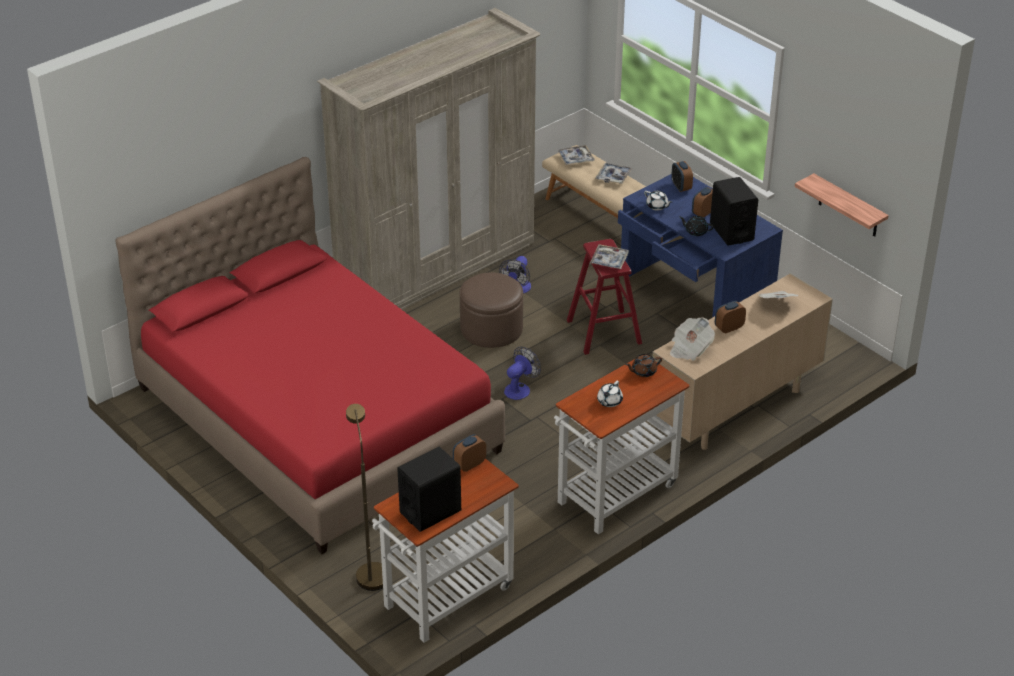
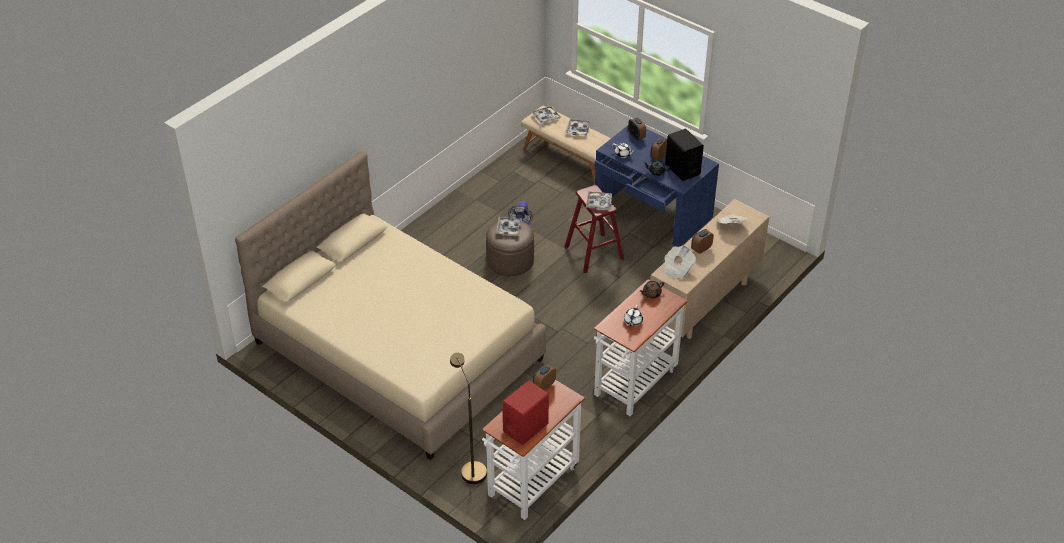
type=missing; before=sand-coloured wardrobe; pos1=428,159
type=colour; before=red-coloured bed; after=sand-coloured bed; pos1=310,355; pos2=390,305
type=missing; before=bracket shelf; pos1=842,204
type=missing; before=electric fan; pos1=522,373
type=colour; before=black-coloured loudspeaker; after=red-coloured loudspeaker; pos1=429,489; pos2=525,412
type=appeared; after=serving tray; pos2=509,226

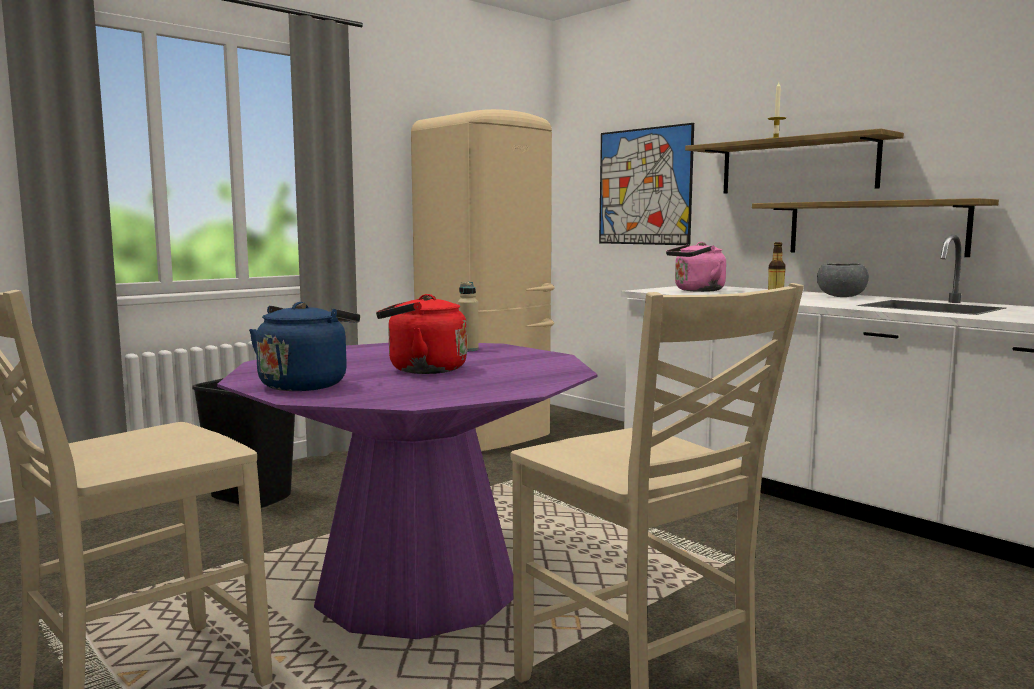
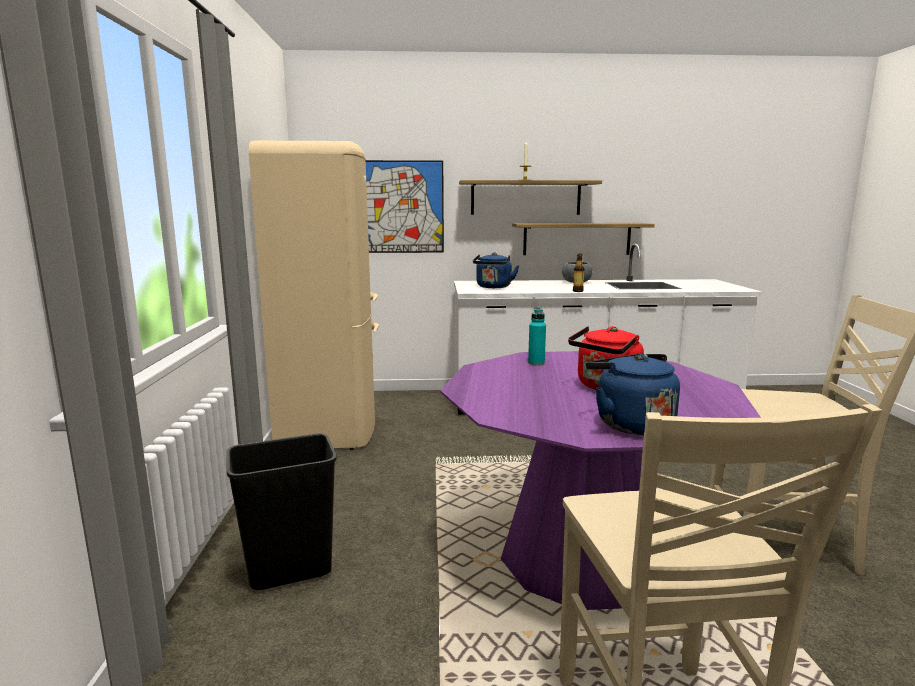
type=colour; before=pinkish water kettle; after=blue water kettle; pos1=696,267; pos2=496,270
type=colour; before=sand-coloured bottle; after=turquoise bottle; pos1=468,316; pos2=537,336

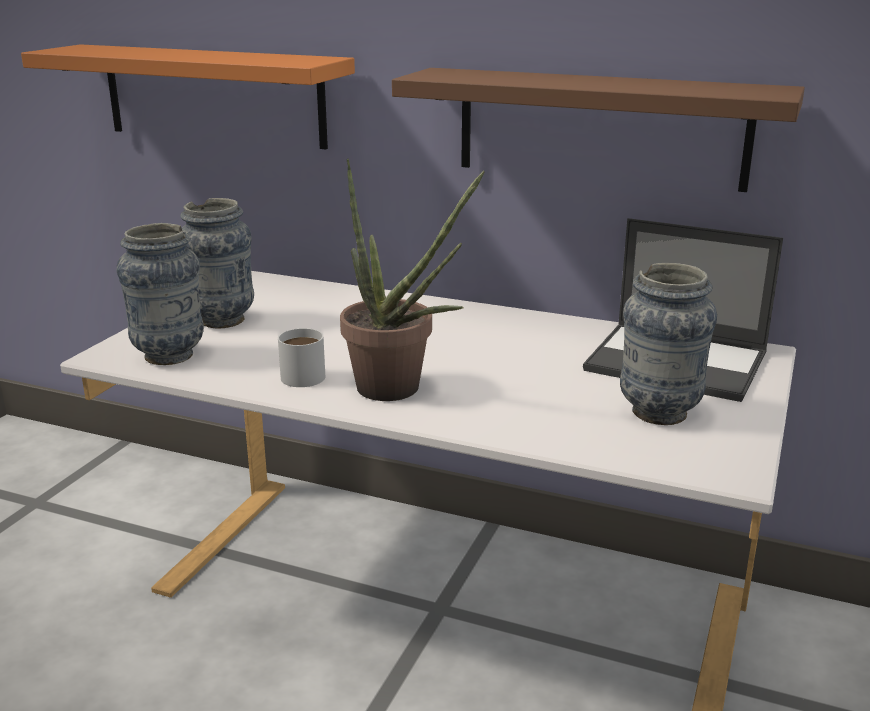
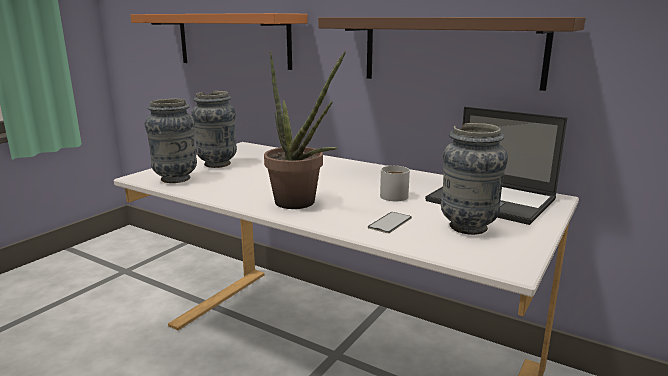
type=relocated; before=whitish mug; pos1=301,357; pos2=395,183
type=appeared; after=telephone; pos2=390,222

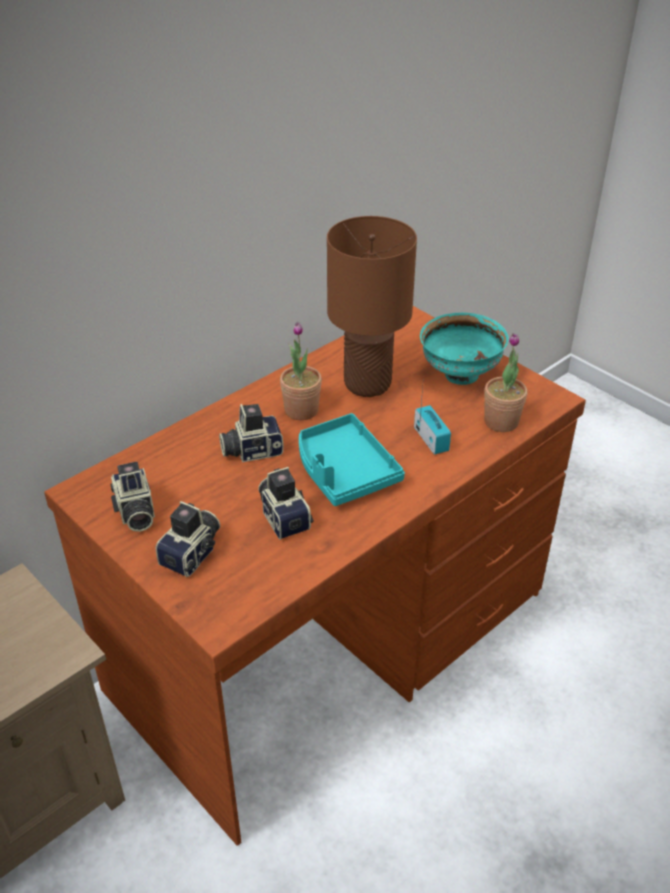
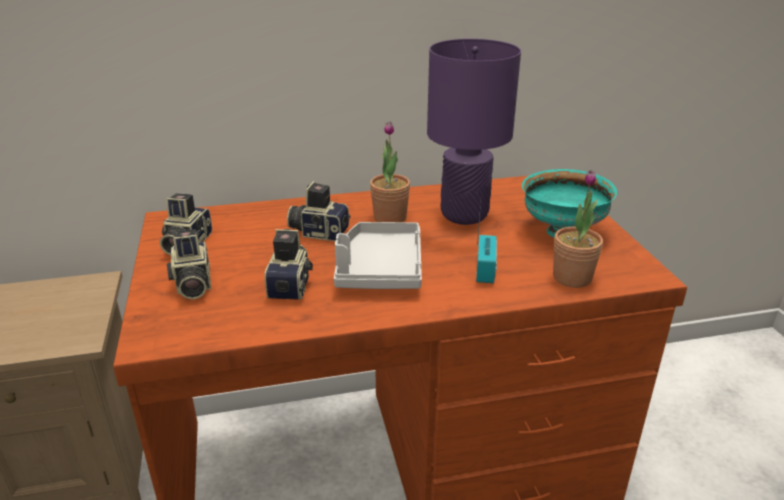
type=colour; before=brown table lamp; after=purple table lamp; pos1=372,306; pos2=474,132
type=colour; before=turquoise serving tray; after=greyish serving tray; pos1=352,459; pos2=378,255
type=spun; before=still camera; pos1=188,539; pos2=189,264; turn=105

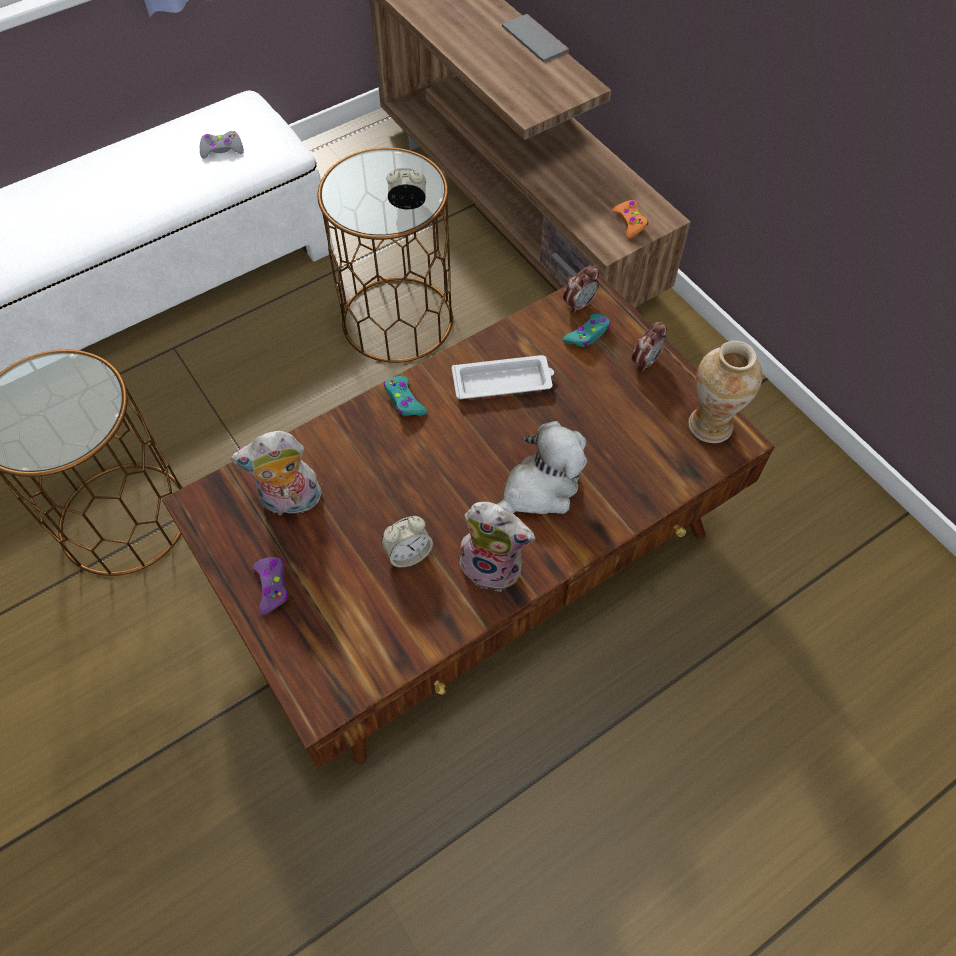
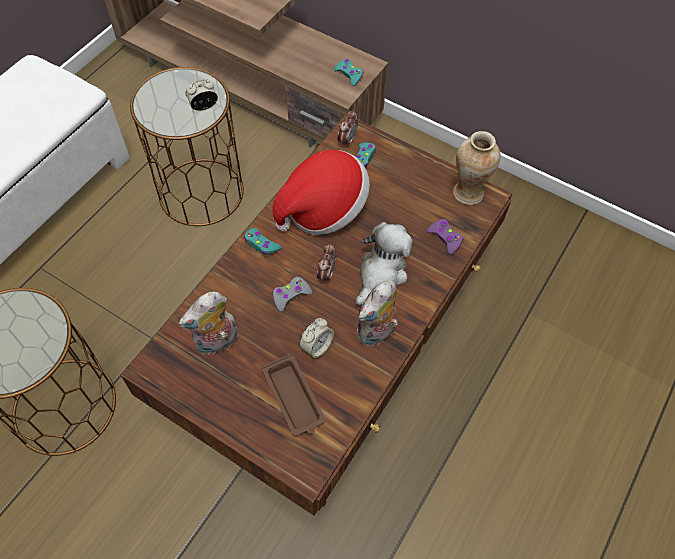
type=relocated; before=greyish game controller; pos1=222,145; pos2=292,293
type=colour; before=orange game controller; after=turquoise game controller; pos1=630,219; pos2=349,72
type=relocated; before=table clock; pos1=649,346; pos2=327,263
type=exchanged; before=whitish serving tray; after=hat; pos1=503,377; pos2=321,192
type=spun; before=plush toy; pos1=495,547; pos2=377,314; turn=135
type=relocated; before=purple game controller; pos1=270,586; pos2=445,237
type=appeared; after=brown serving tray; pos2=293,394

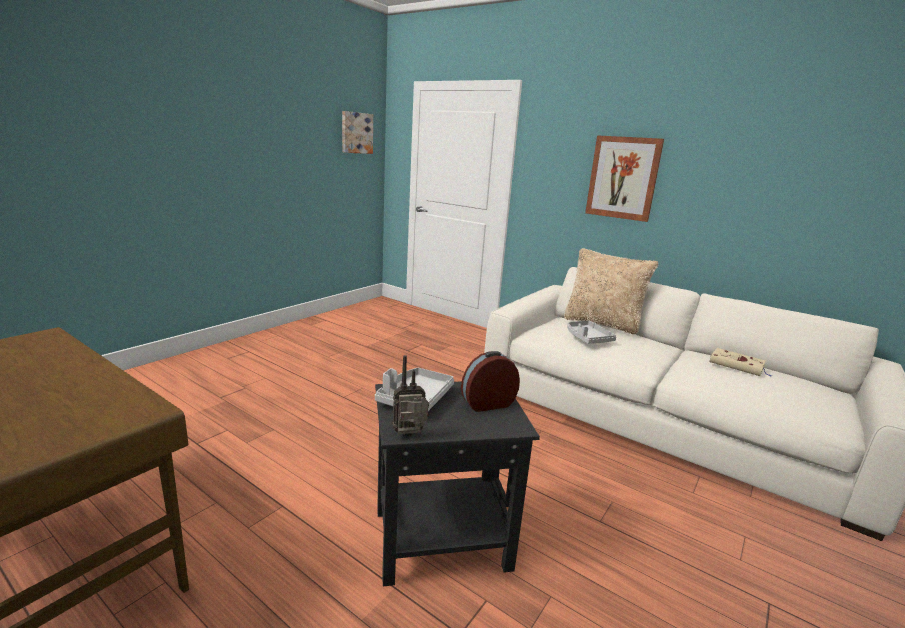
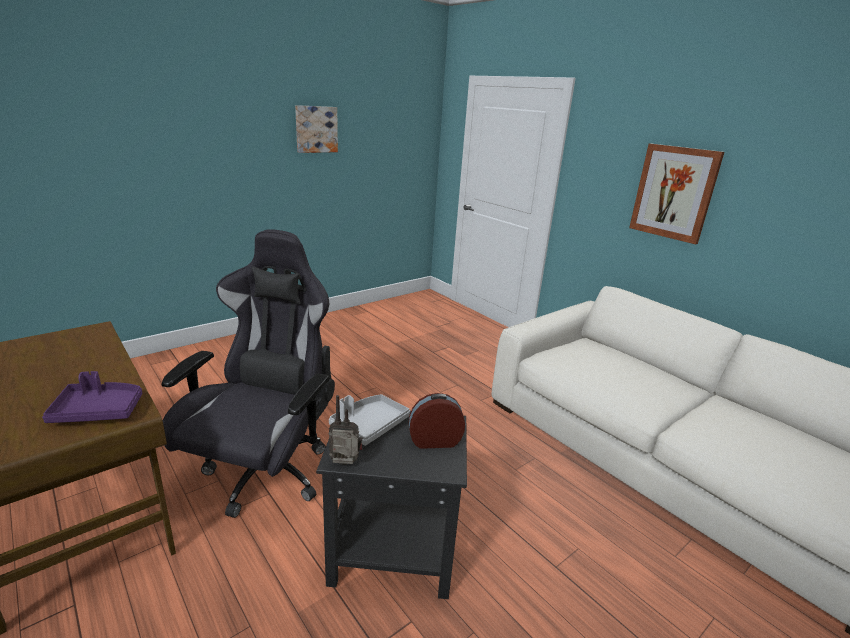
type=relocated; before=wall picture; pos1=357,132; pos2=316,129
type=missing; before=sand-coloured pillow; pos1=611,291
type=missing; before=greyish serving tray; pos1=591,332
type=missing; before=sand-coloured book; pos1=741,362
type=appeared; after=black-coloured desk chair; pos2=248,373
type=appeared; after=purple serving tray; pos2=92,397

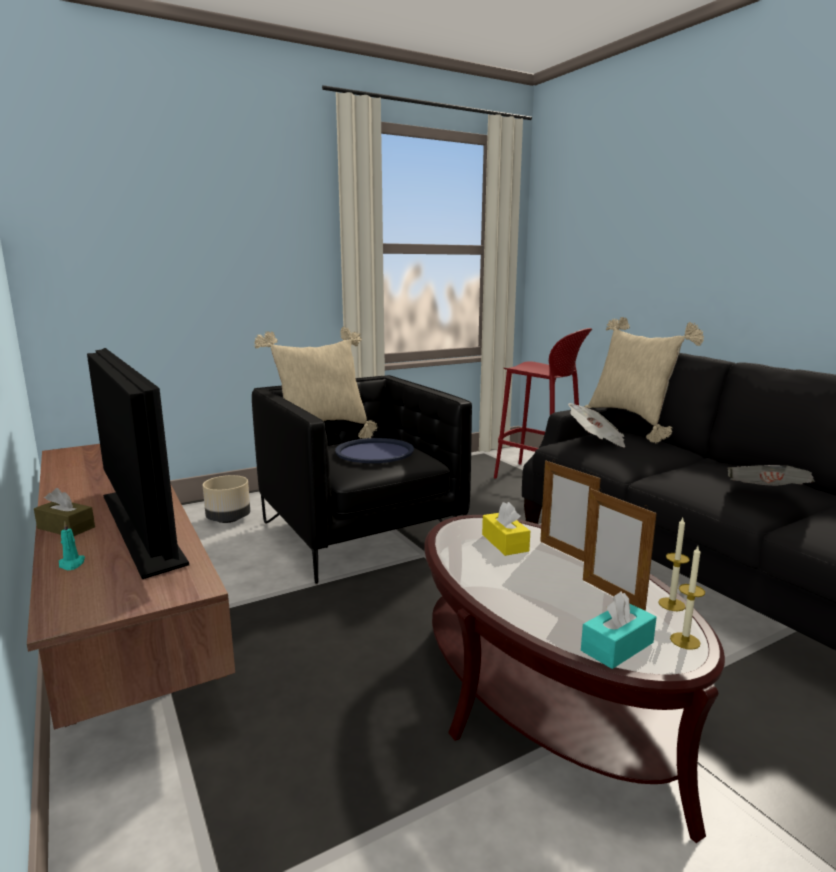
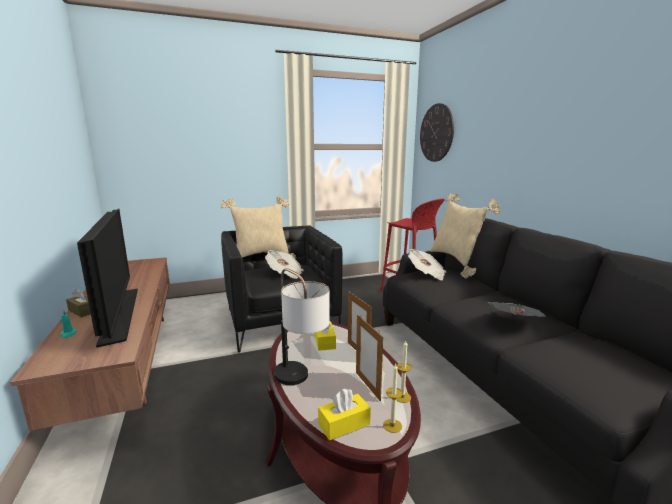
type=exchanged; before=blue serving tray; after=printed paper; pos1=374,450; pos2=284,264
type=missing; before=sand-coloured plant pot; pos1=226,499
type=colour; before=turquoise tissue holder; after=yellow-coloured tissue holder; pos1=618,630; pos2=344,414
type=appeared; after=wall clock; pos2=437,132
type=appeared; after=table lamp; pos2=302,326

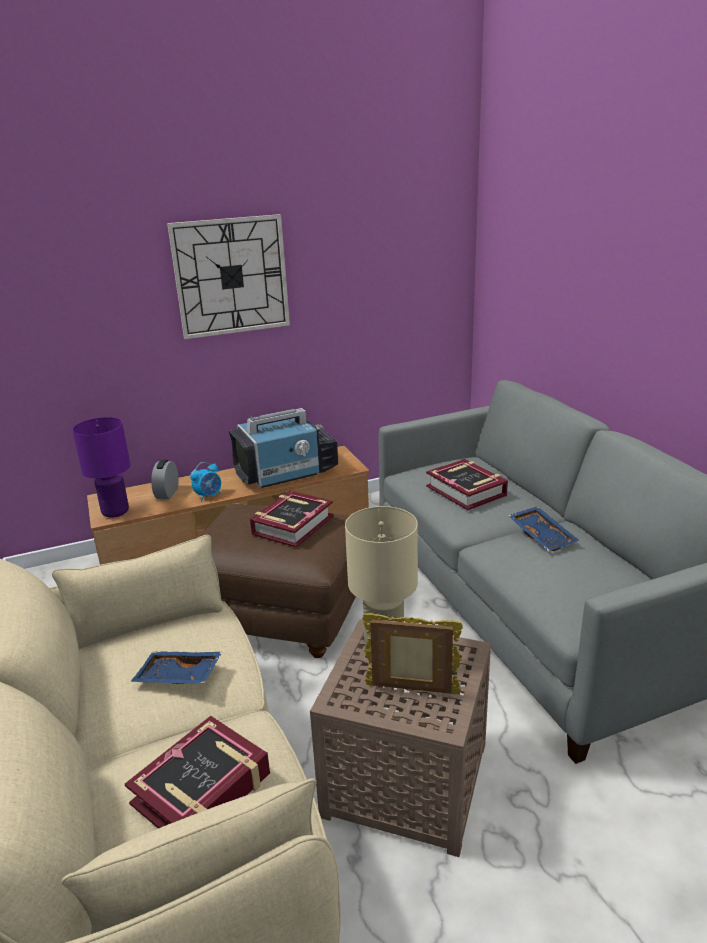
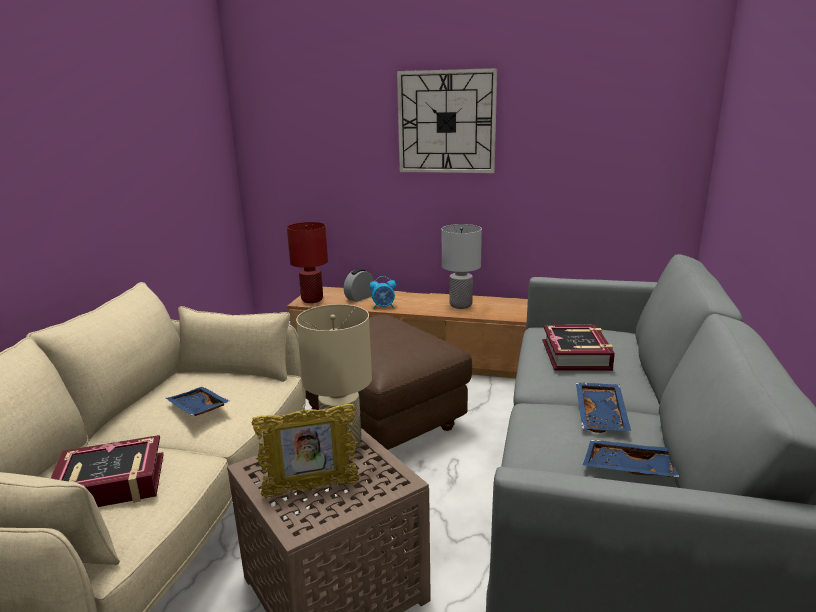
type=exchanged; before=TV; after=greyish table lamp; pos1=283,448; pos2=462,266
type=colour; before=purple table lamp; after=red-coloured table lamp; pos1=101,467; pos2=307,262
type=missing; before=book; pos1=292,519
type=spun; before=standing frame; pos1=412,653; pos2=306,450; turn=120
type=appeared; after=blue serving tray; pos2=631,458

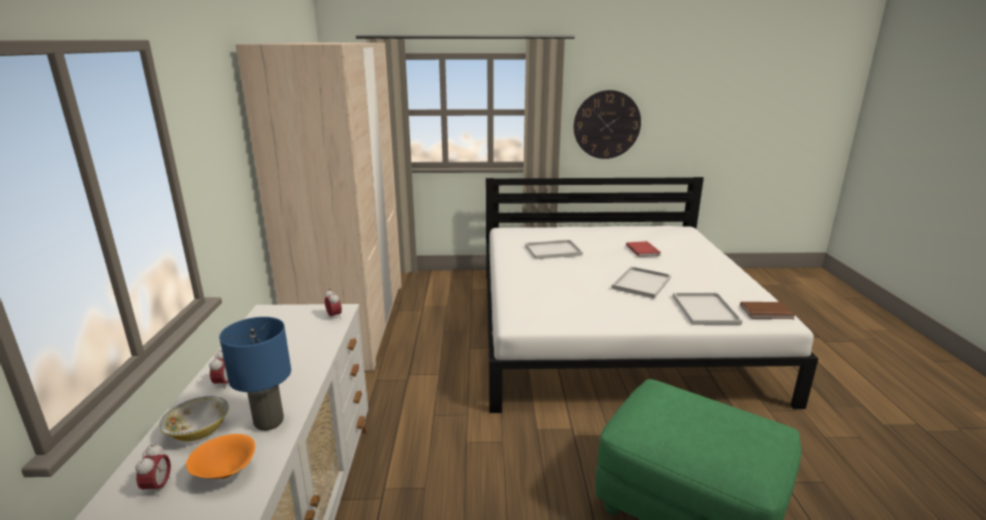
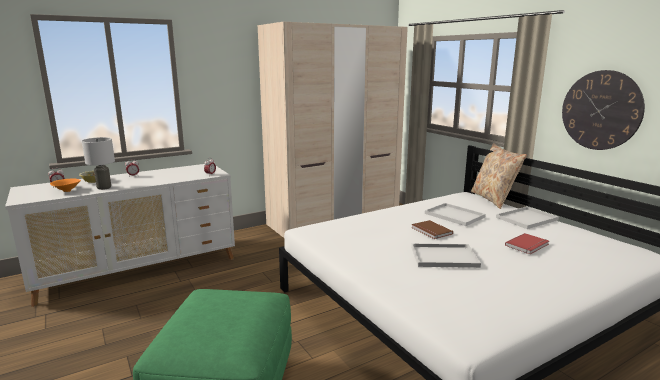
type=relocated; before=whitish serving tray; pos1=708,309; pos2=527,218
type=relocated; before=brown book; pos1=767,310; pos2=432,229
type=colour; before=blue table lamp; after=whitish table lamp; pos1=255,374; pos2=98,163
type=appeared; after=sand-coloured pillow; pos2=499,176

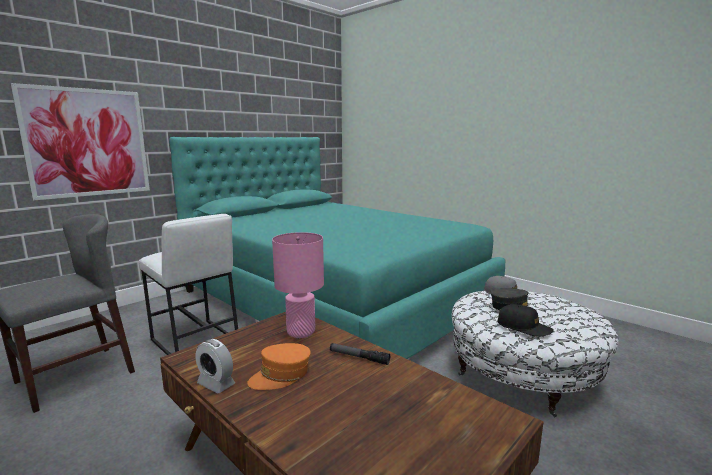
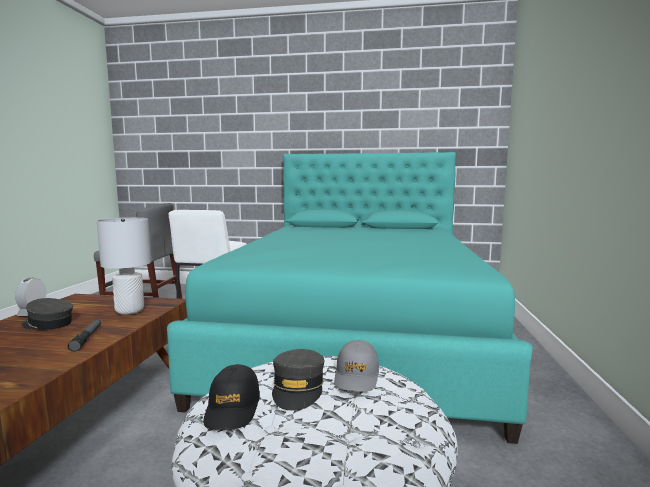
type=missing; before=wall picture; pos1=80,142
type=colour; before=pinkish table lamp; after=greyish table lamp; pos1=298,285; pos2=124,266
type=colour; before=orange peaked cap; after=greyish peaked cap; pos1=279,366; pos2=47,314

